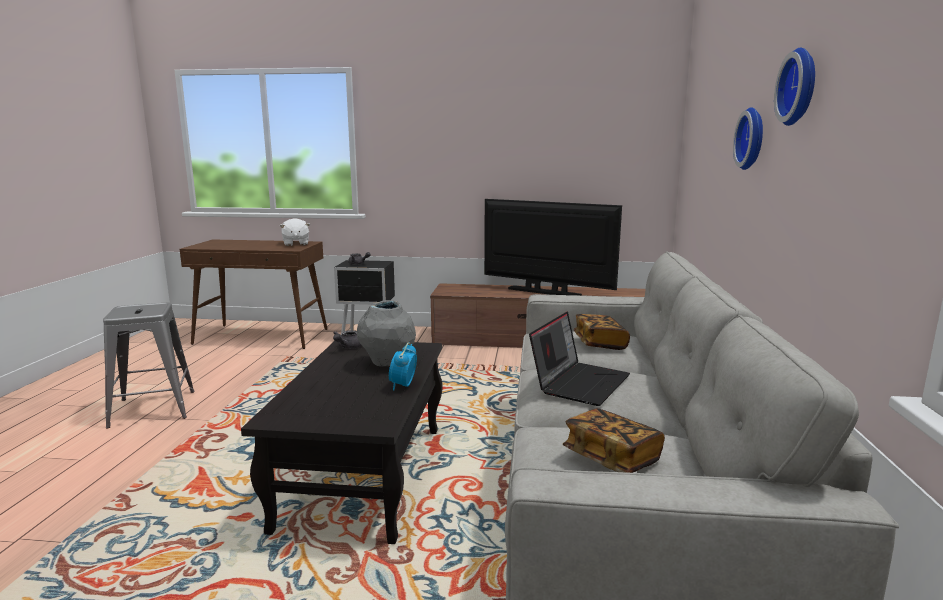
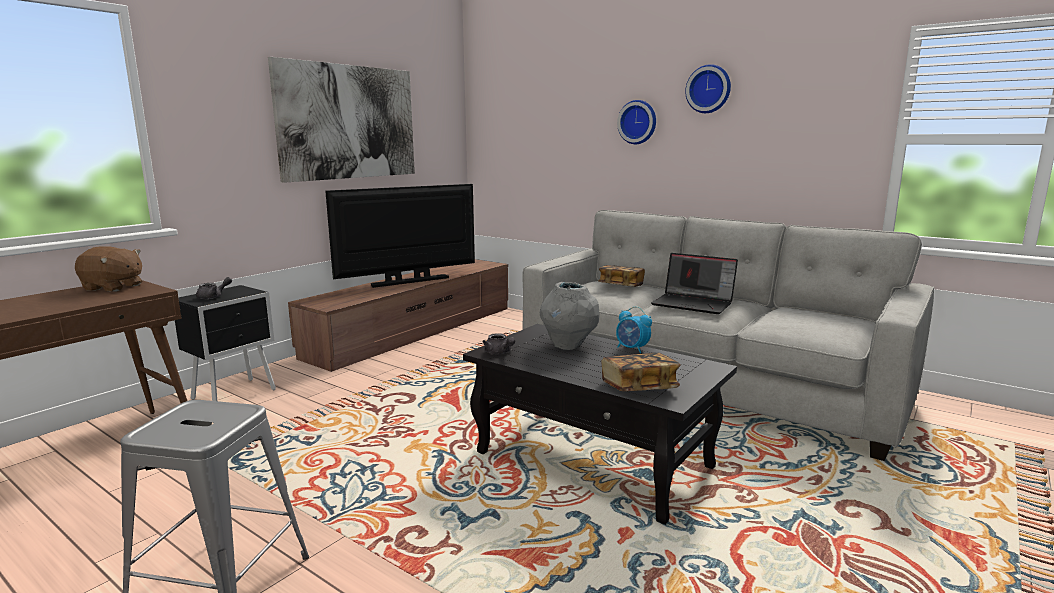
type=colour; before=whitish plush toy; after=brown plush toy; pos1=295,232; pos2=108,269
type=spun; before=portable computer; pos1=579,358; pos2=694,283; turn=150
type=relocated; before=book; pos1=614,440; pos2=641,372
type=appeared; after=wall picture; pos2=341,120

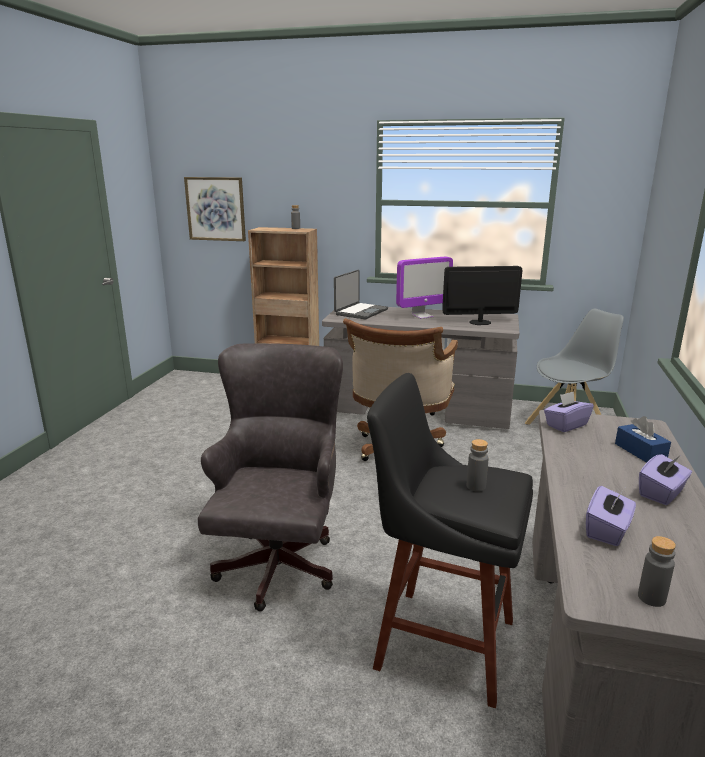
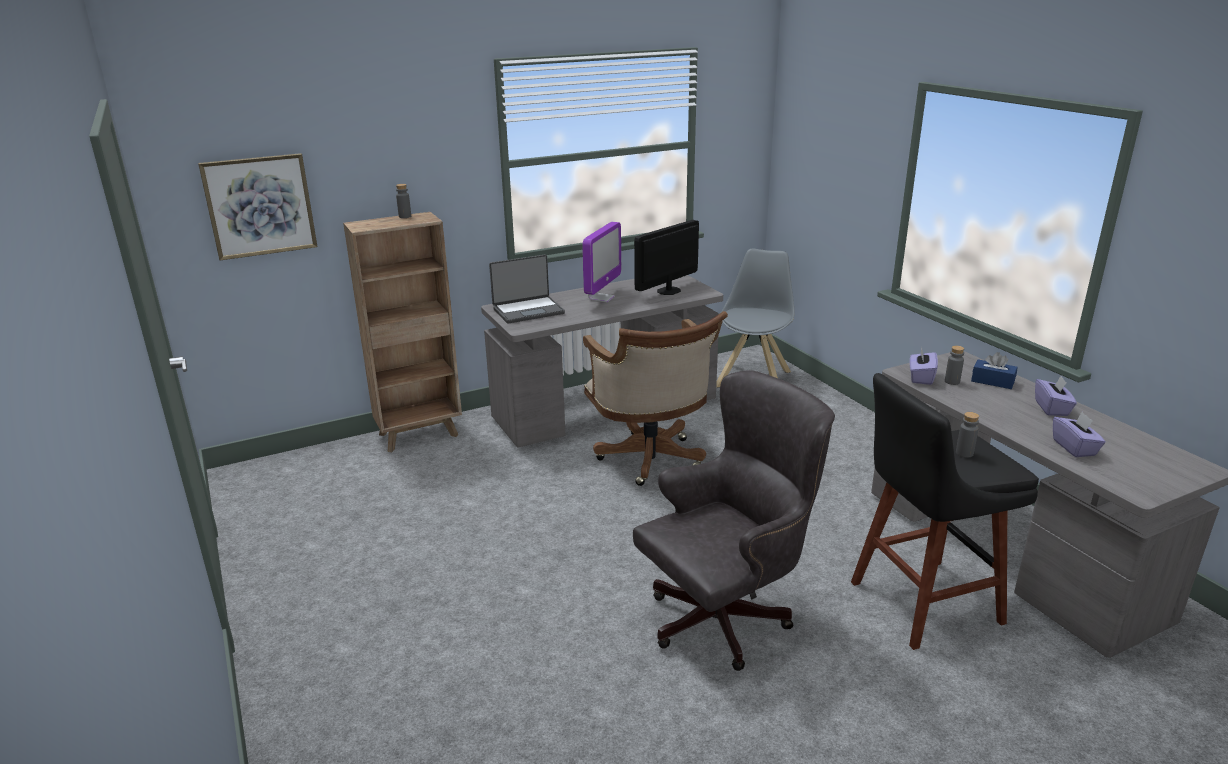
type=spun; before=portable computer; pos1=361,294; pos2=527,289; turn=75
type=spun; before=greyish desk chair; pos1=270,477; pos2=734,520; turn=90
type=relocated; before=greyish bottle; pos1=657,571; pos2=954,365

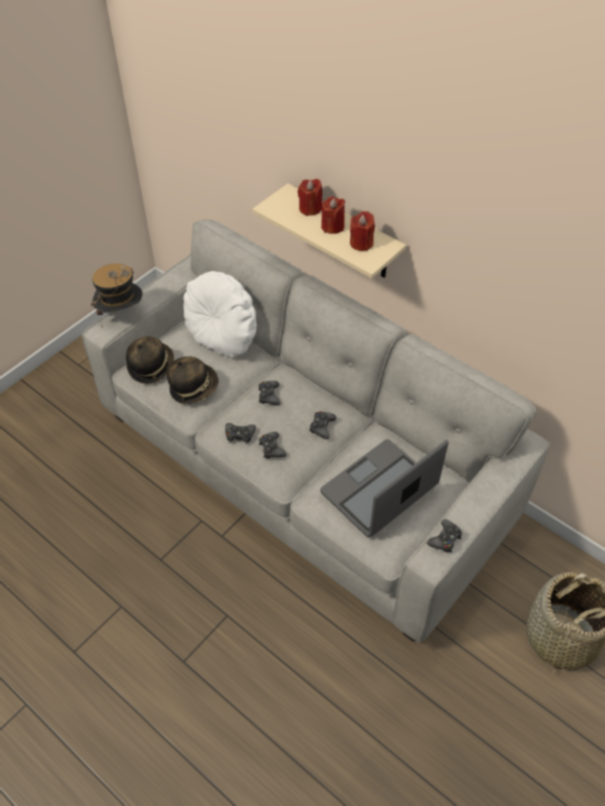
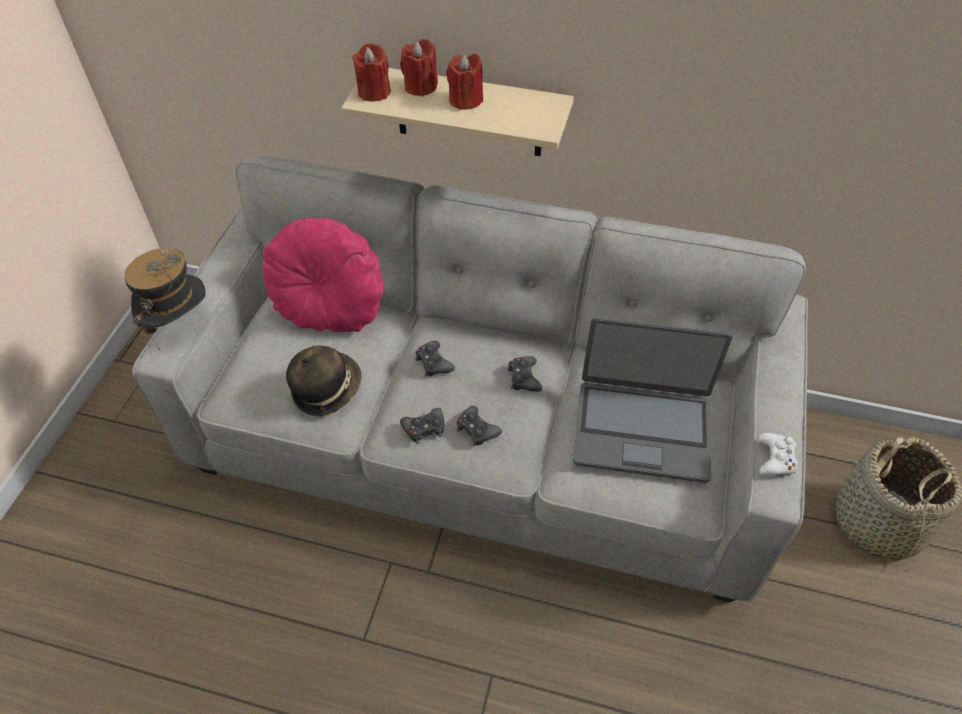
type=relocated; before=red-coloured wax light; pos1=362,231; pos2=371,72
type=colour; before=whitish pillow; after=pinkish pillow; pos1=220,314; pos2=323,274
type=missing; before=hat; pos1=150,360
type=spun; before=portable computer; pos1=384,488; pos2=652,400; turn=-105
type=colour; before=black-coloured game controller; after=whitish game controller; pos1=444,536; pos2=778,454

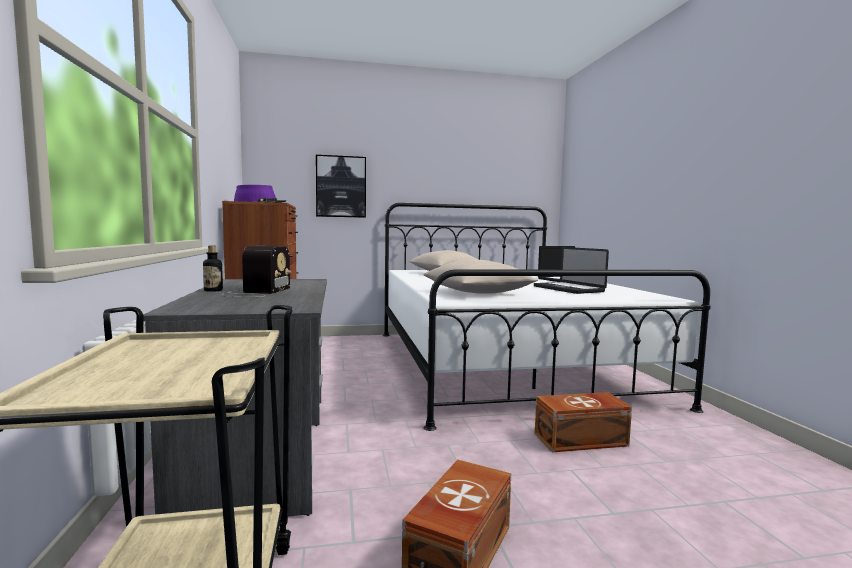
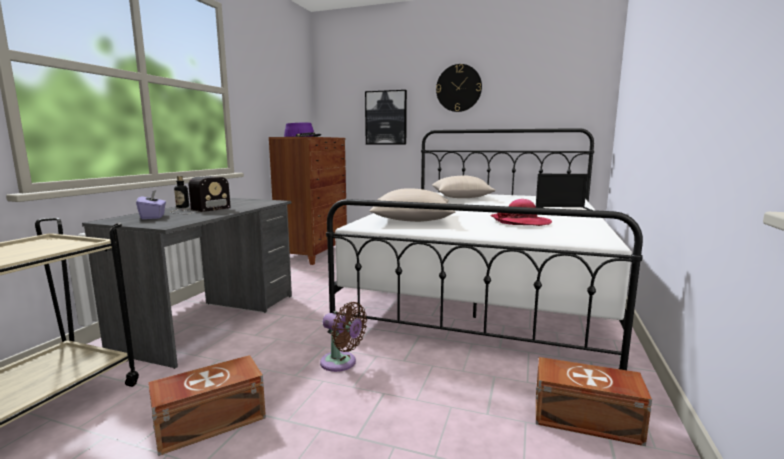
type=exchanged; before=portable computer; after=hat; pos1=571,270; pos2=521,212
type=relocated; before=brown storage box; pos1=583,422; pos2=594,401
type=appeared; after=wall clock; pos2=459,88
type=appeared; after=purple tissue holder; pos2=151,204
type=appeared; after=brown electric fan; pos2=343,337

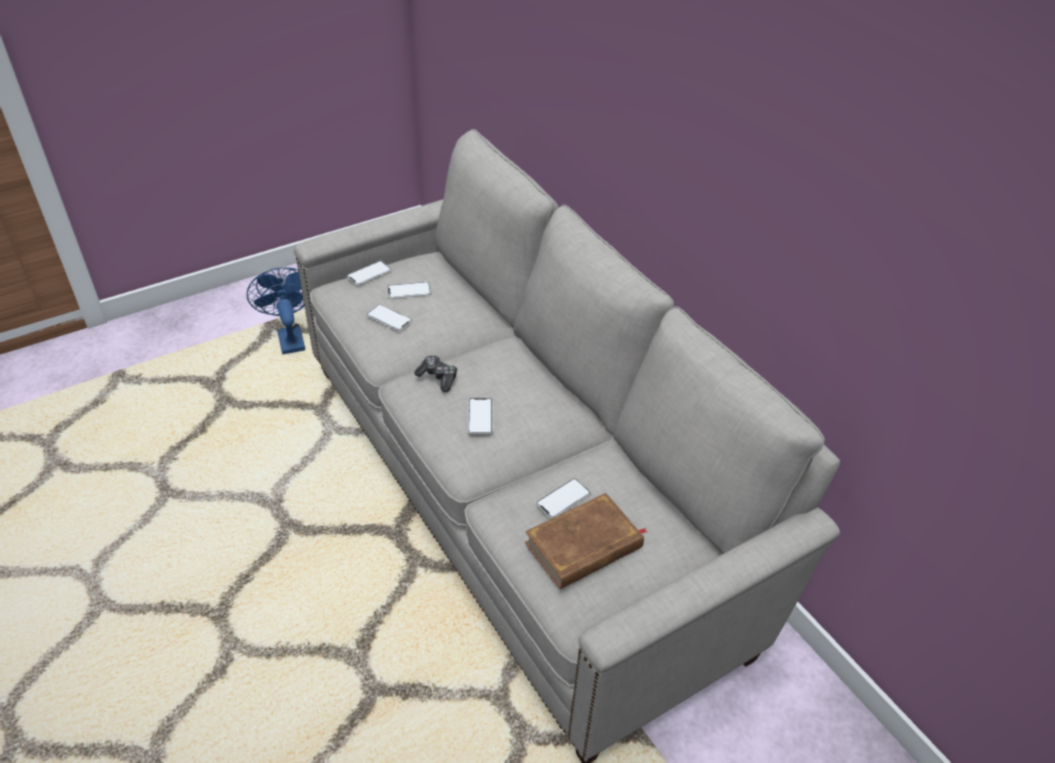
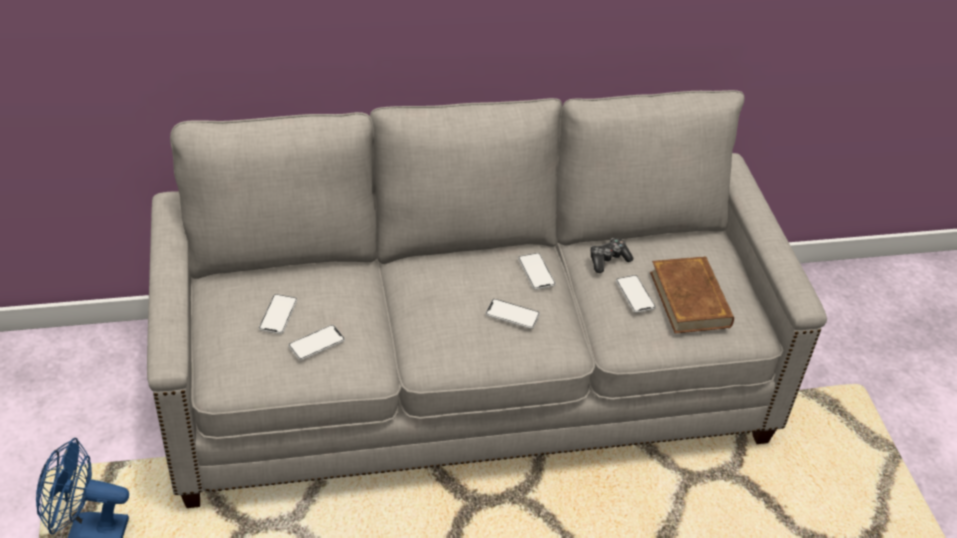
type=relocated; before=telephone; pos1=369,273; pos2=537,271
type=relocated; before=game controller; pos1=435,373; pos2=611,255

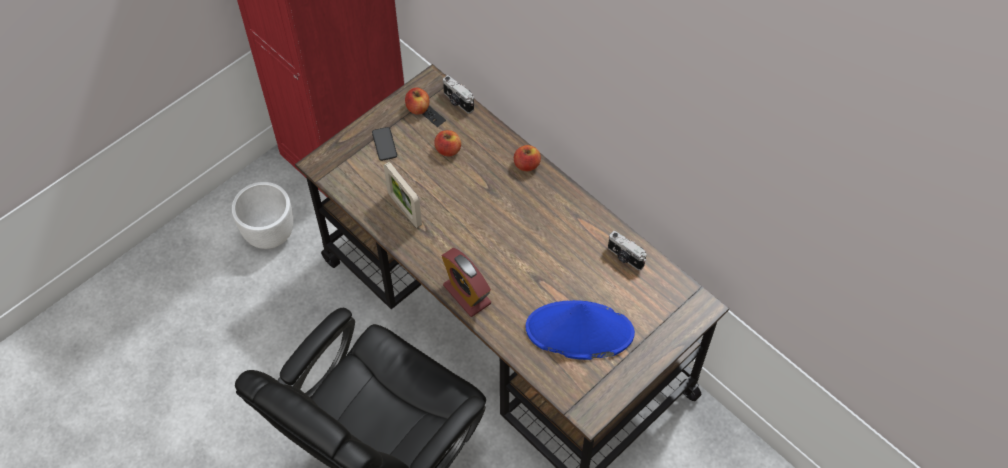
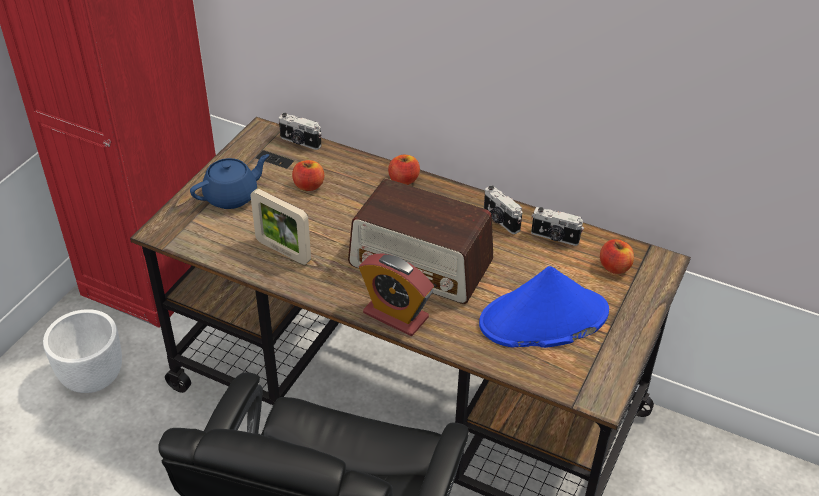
type=relocated; before=apple fruit; pos1=417,101; pos2=617,256
type=exchanged; before=telephone; after=blue pot for tea; pos1=384,144; pos2=229,181
type=appeared; after=radio set; pos2=420,241
type=appeared; after=still camera; pos2=503,209

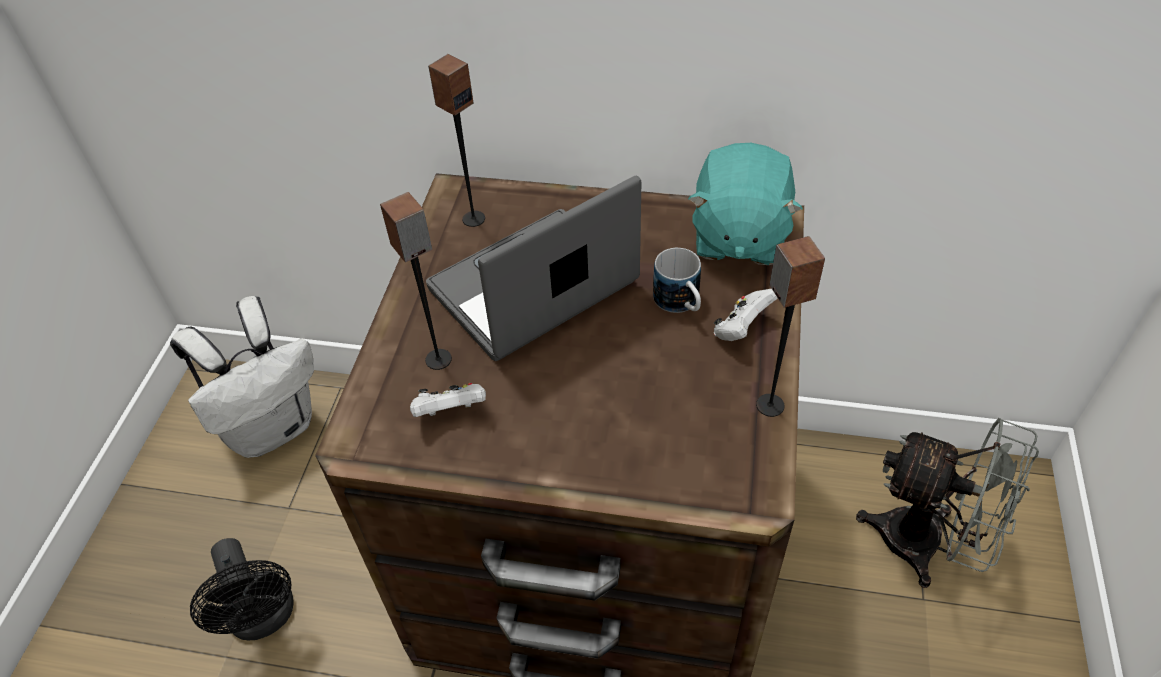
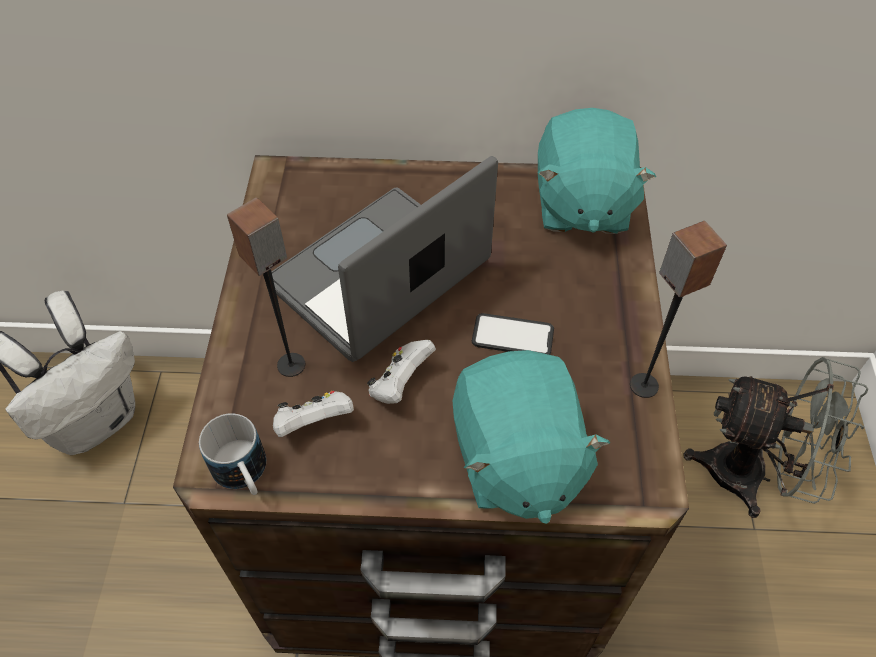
type=missing; before=loudspeaker; pos1=456,140
type=relocated; before=mug; pos1=677,280; pos2=232,454
type=relocated; before=whitish game controller; pos1=746,315; pos2=401,372
type=missing; before=black-coloured electric fan; pos1=242,589
type=appeared; after=telephone; pos2=513,334
type=appeared; after=turquoise plush toy; pos2=531,437

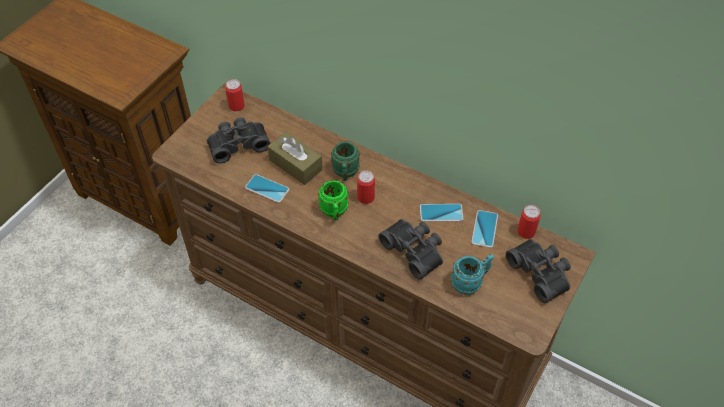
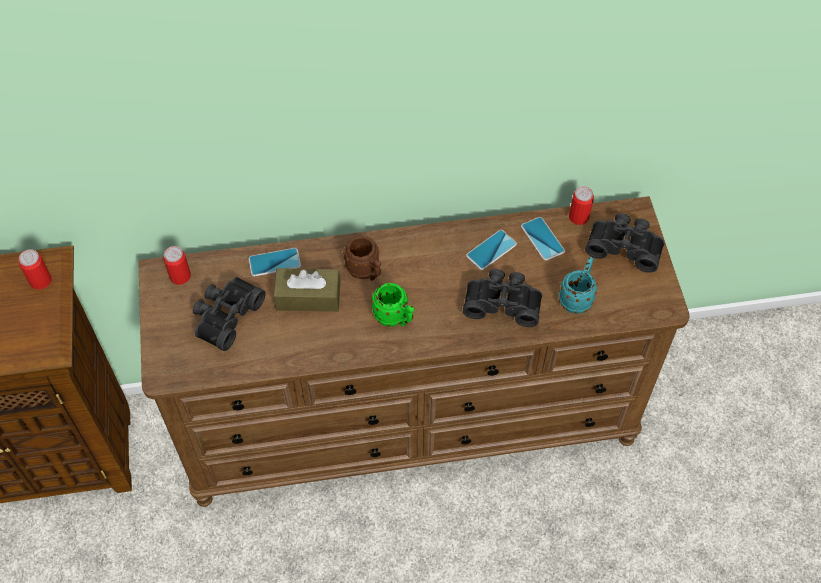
type=colour; before=green-coloured mug; after=brown mug; pos1=345,161; pos2=362,258
type=relocated; before=sealed can; pos1=366,187; pos2=35,269
type=relocated; before=telephone; pos1=267,188; pos2=275,262

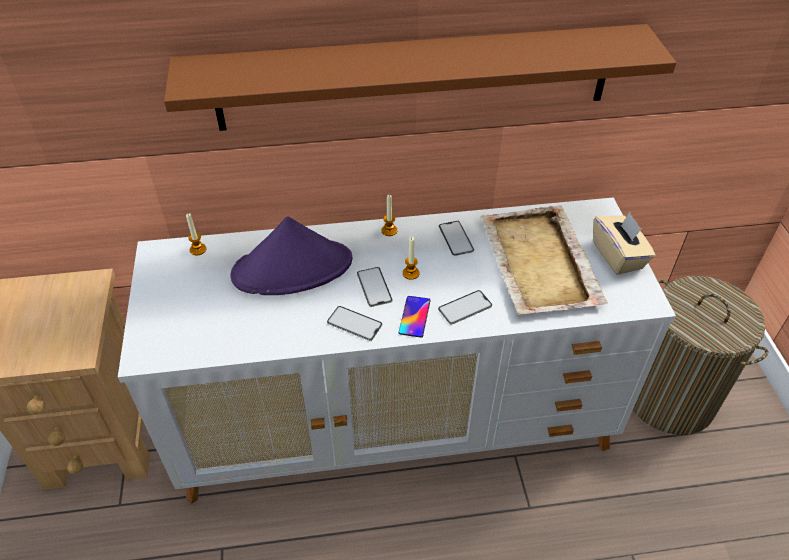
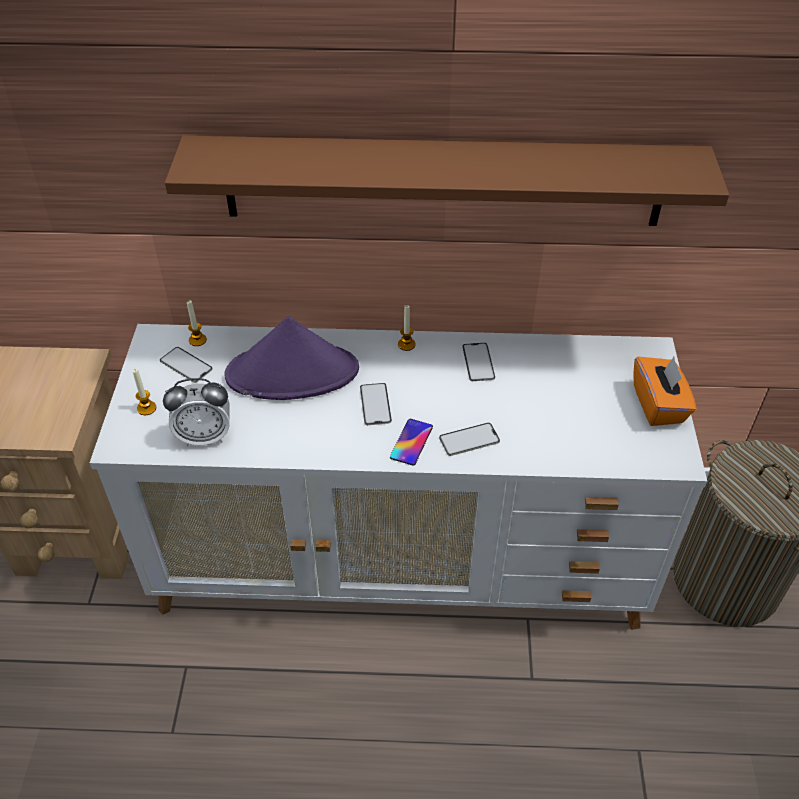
type=missing; before=sand-coloured serving tray; pos1=544,260
type=colour; before=sand-coloured tissue holder; after=orange tissue holder; pos1=624,243; pos2=665,391
type=relocated; before=wax light; pos1=411,258; pos2=144,391
type=relocated; before=telephone; pos1=354,323; pos2=186,365
type=appeared; after=table clock; pos2=196,412

